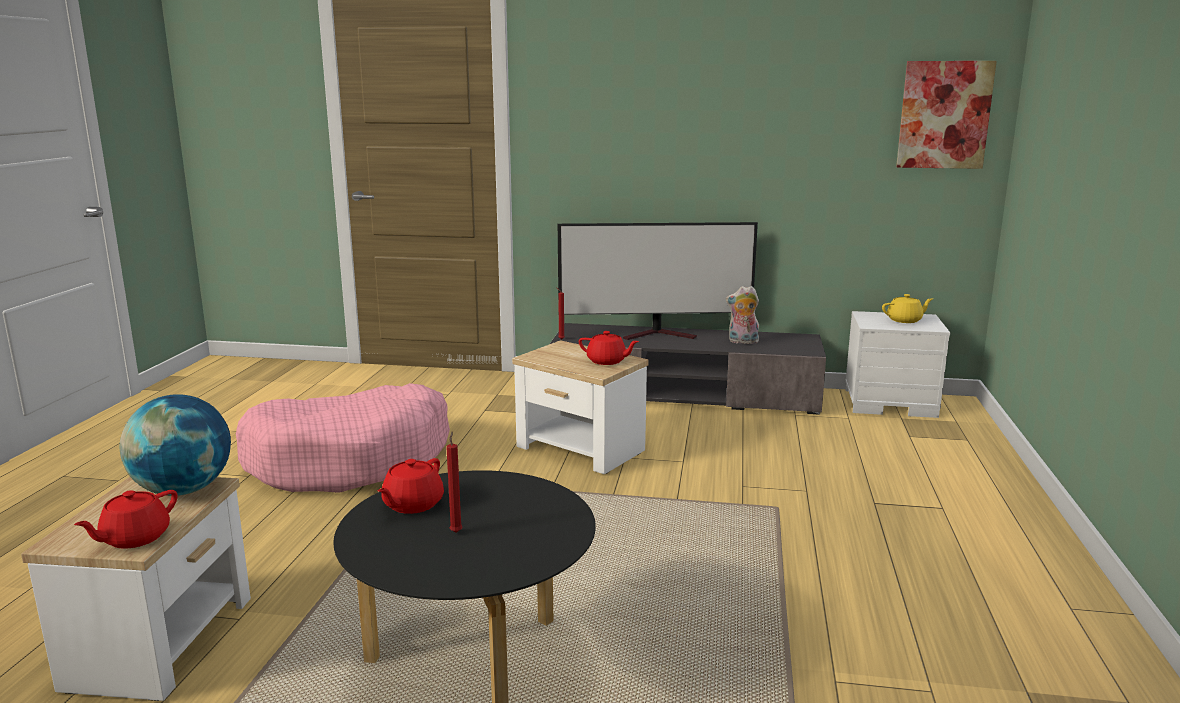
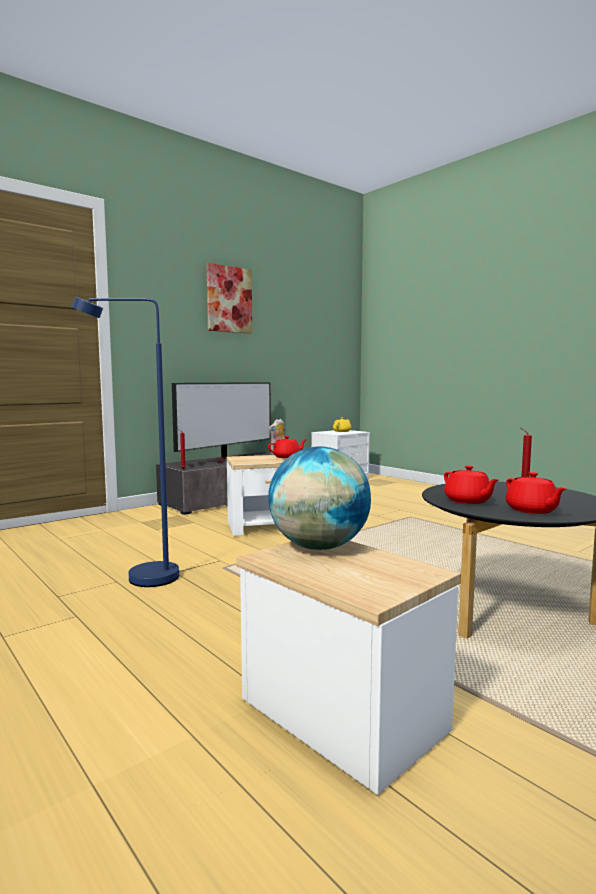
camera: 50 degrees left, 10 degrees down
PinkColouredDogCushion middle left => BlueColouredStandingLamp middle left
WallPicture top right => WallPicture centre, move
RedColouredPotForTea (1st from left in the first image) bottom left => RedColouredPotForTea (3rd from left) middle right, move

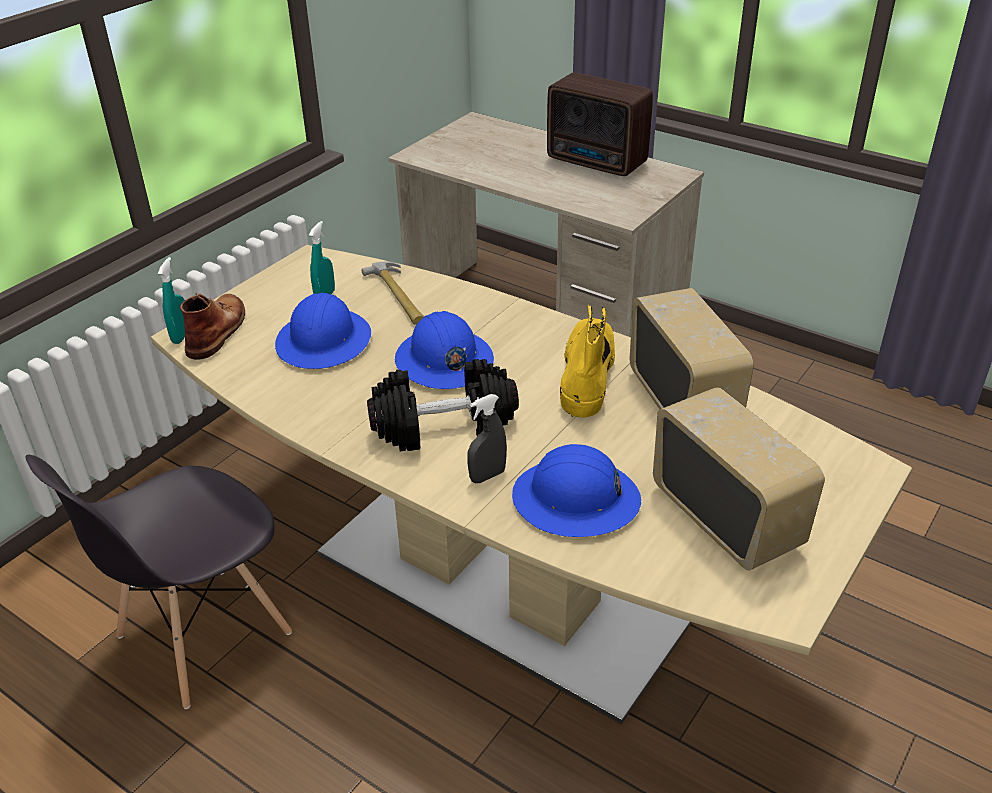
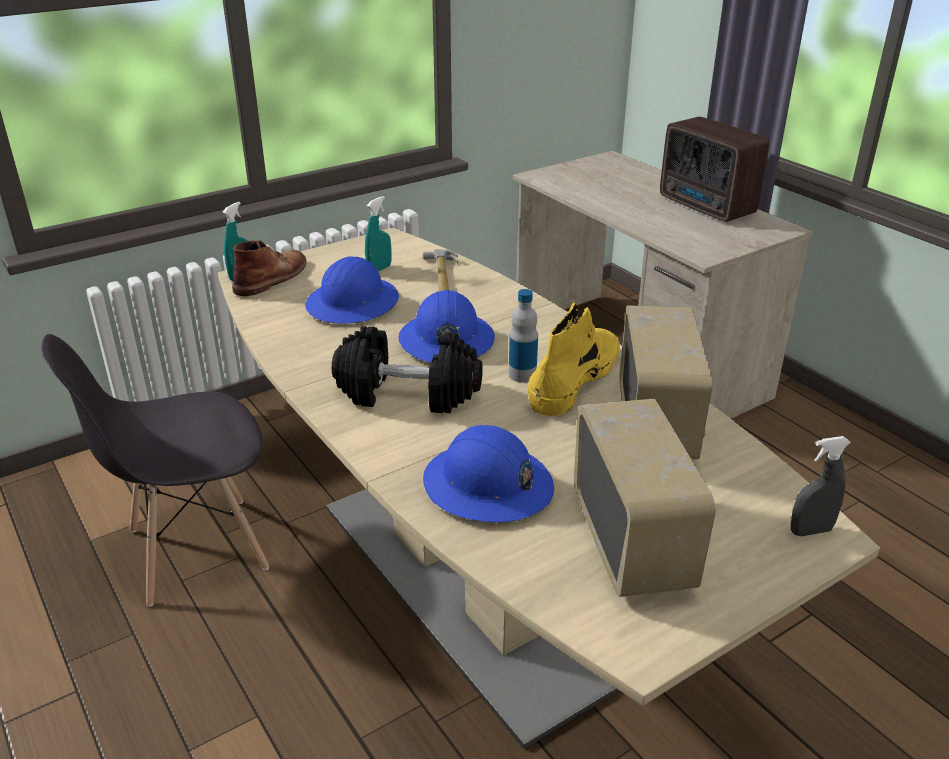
camera: 20 degrees right, 5 degrees down
nothing => DrinkBottle centre
GreyishSprayer centre => GreyishSprayer middle right, move

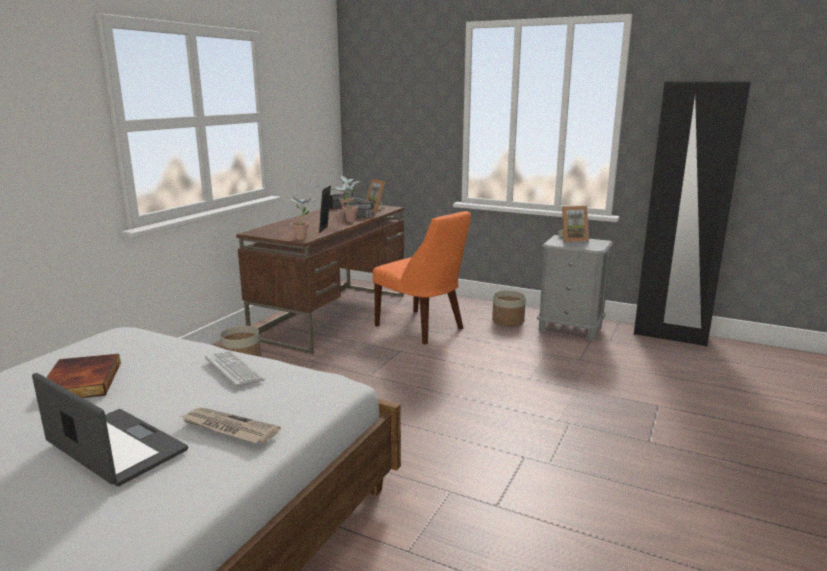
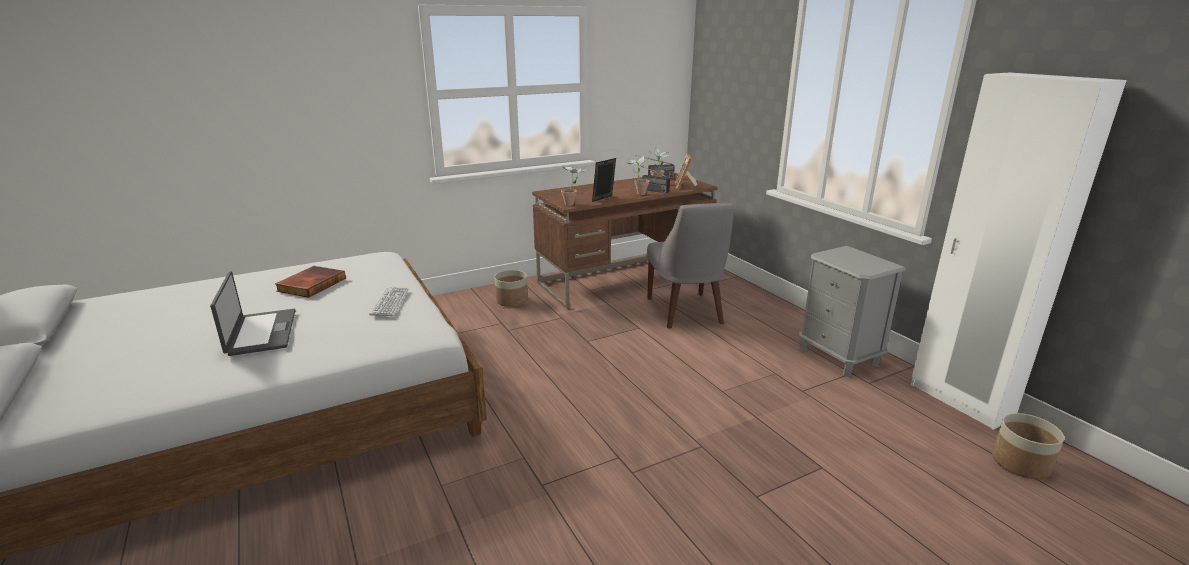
camera: 35 degrees right, 5 degrees up
OrangeChair centre => GreyishChair centre
BlackishClothesCupboard middle right => WhiteClothesCupboard middle right
FlowerPot (2nd from left) centre => FlowerPot (2nd from left) bottom right, move
DailyPaper bottom left => nothing
StandingFrame (3rd from left) middle right => nothing

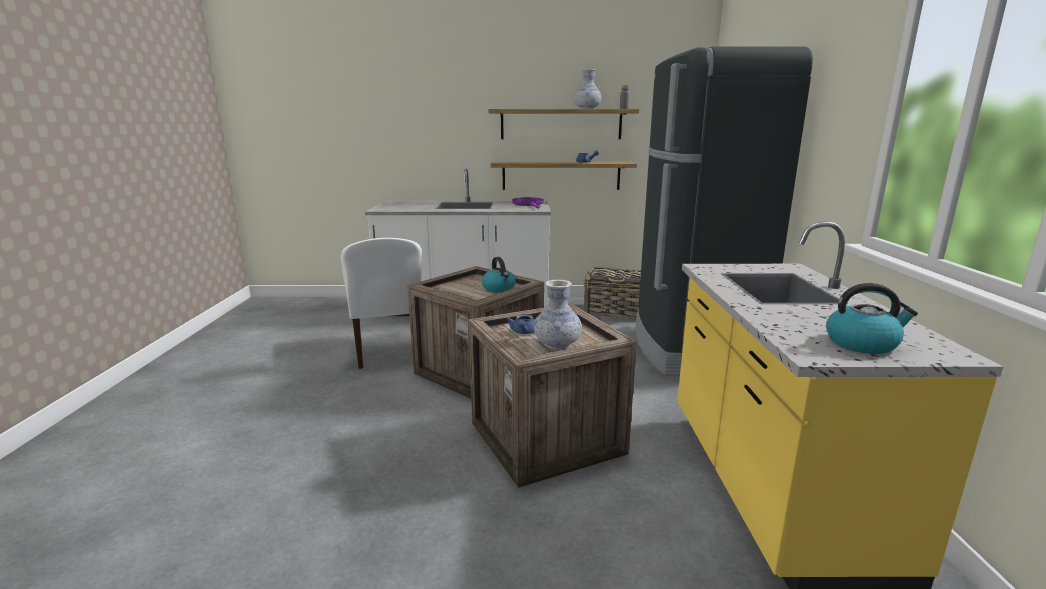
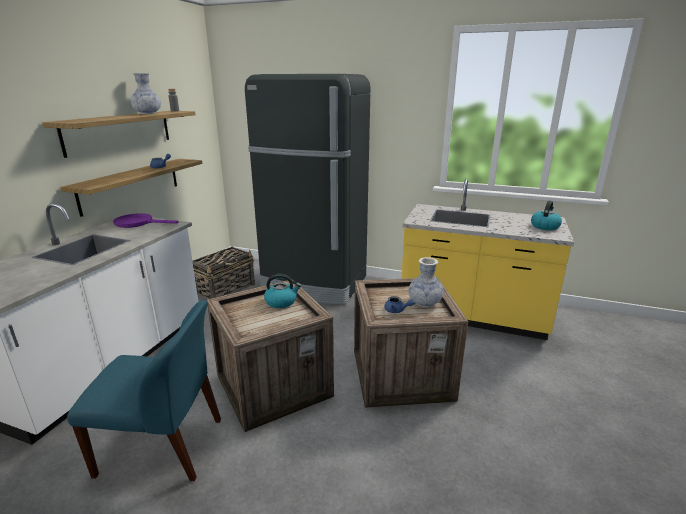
camera: 70 degrees left, 5 degrees up
WhiteChair centre => BlueColouredChair bottom left

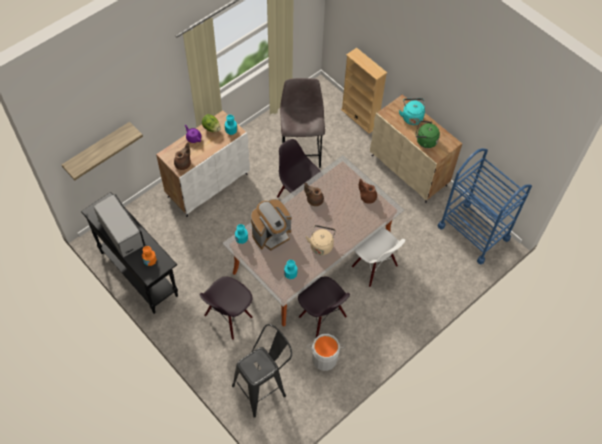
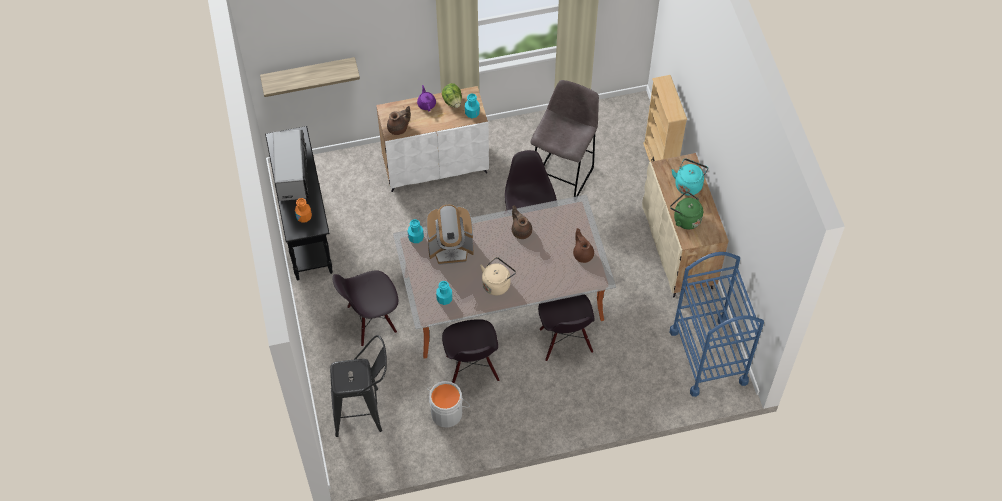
camera: 30 degrees right, 0 degrees up
WhiteChair centre => BlackishChair (4th from left) centre

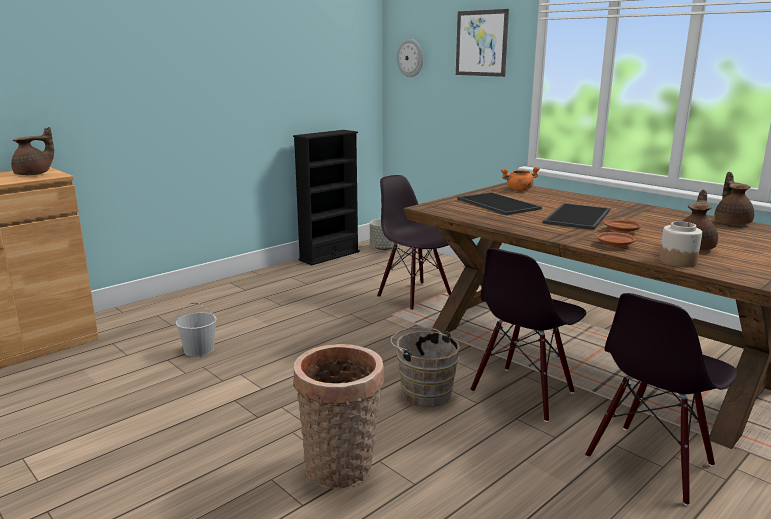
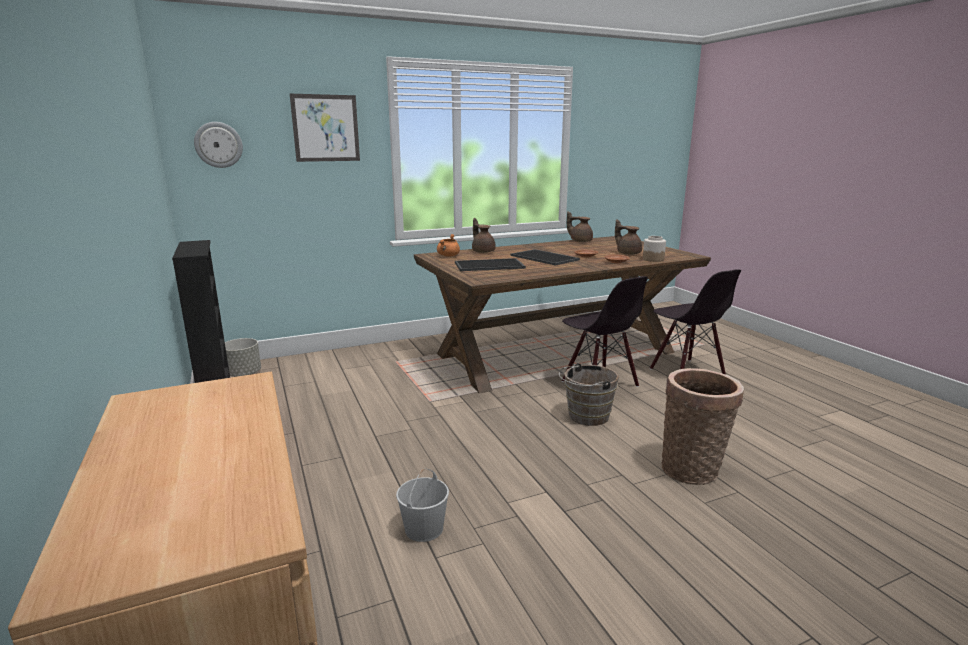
camera: 70 degrees left, 0 degrees up
BrownPotForTea (1st from left) top left => BrownPotForTea (1st from left) centre, move
BlackishChair (1st from left) centre => nothing

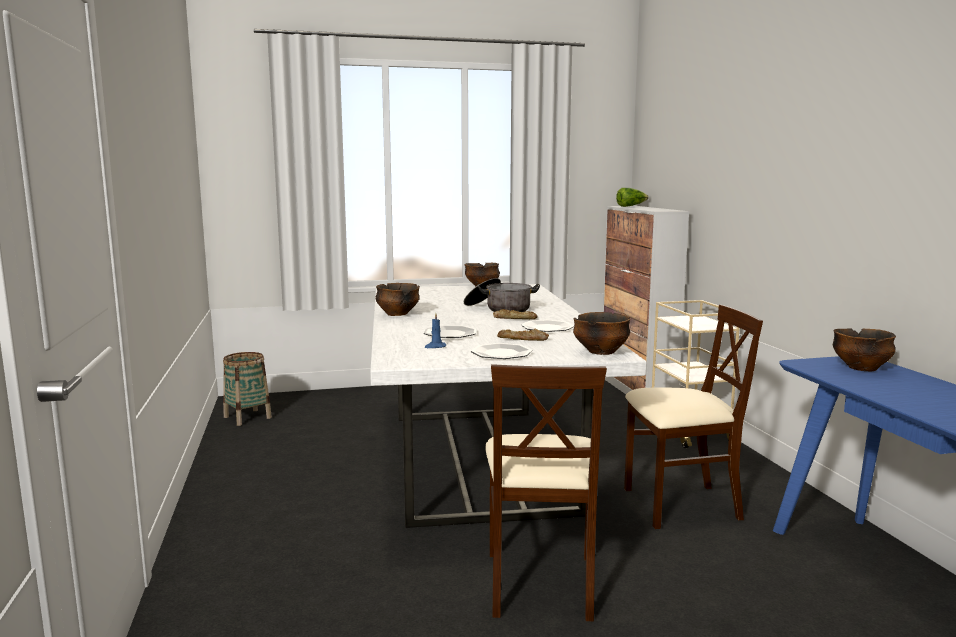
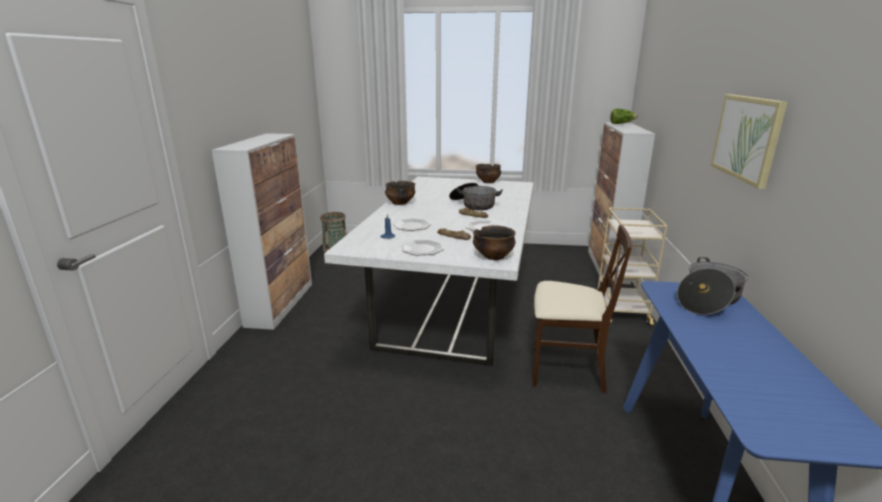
camera: 20 degrees right, 10 degrees up
nothing => Cabinet (1st from left) middle left
ServingBowl (4th from left) middle right => Stockpot (2nd from left) middle right
nothing => WallPicture top right
SandColouredChair (1st from left) bottom centre => nothing

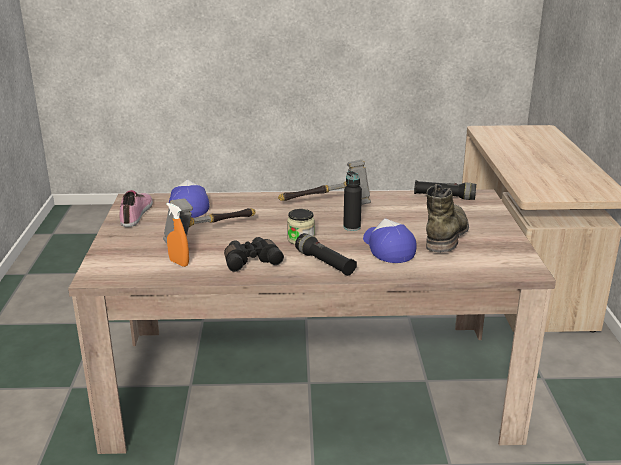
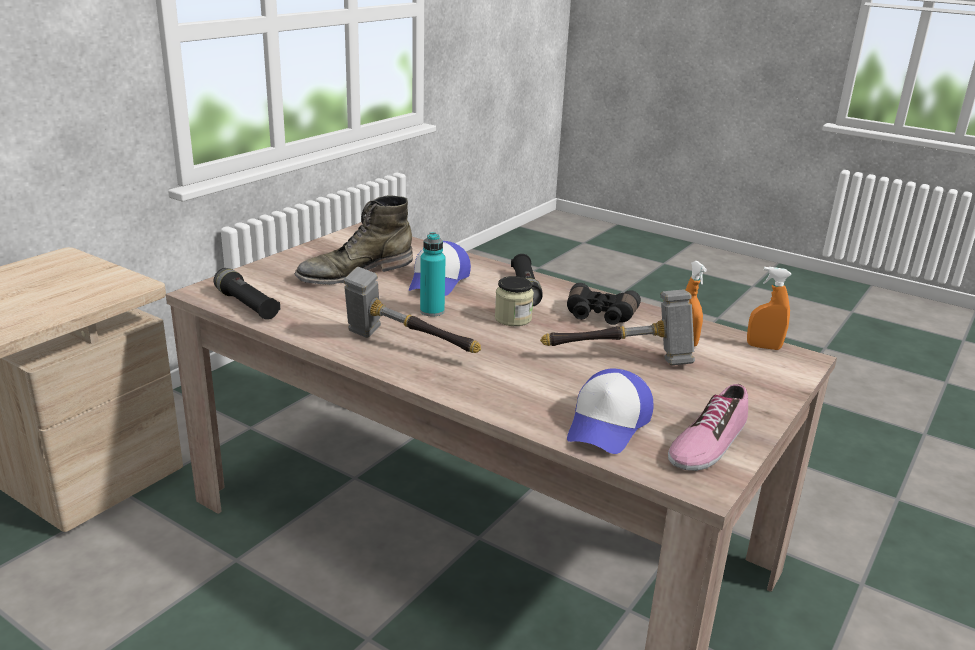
camera: 145 degrees left, 0 degrees up
BlackishDrinkBottle centre => TurquoiseColouredDrinkBottle centre
nothing => OrangeSprayer (2nd from left) middle right

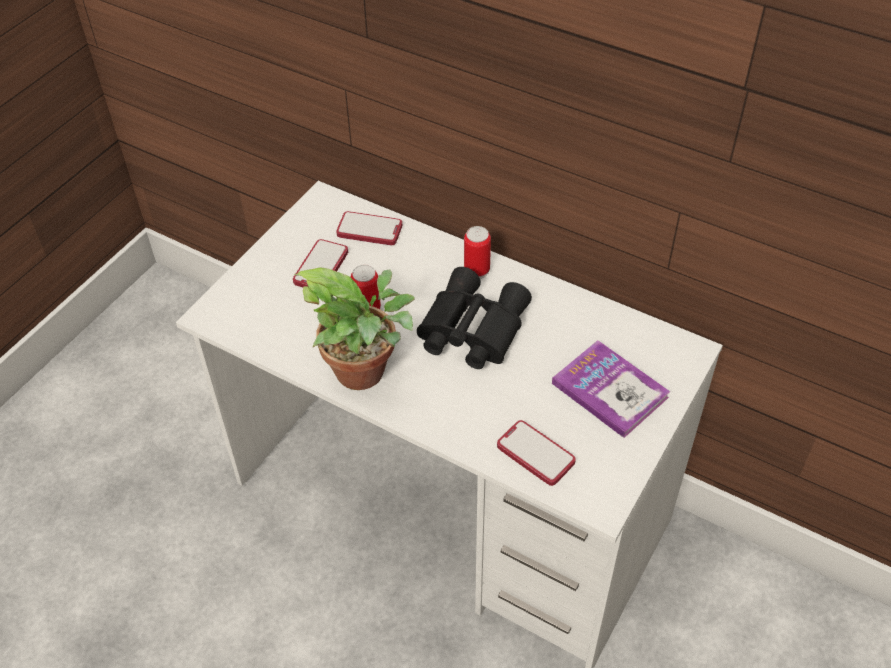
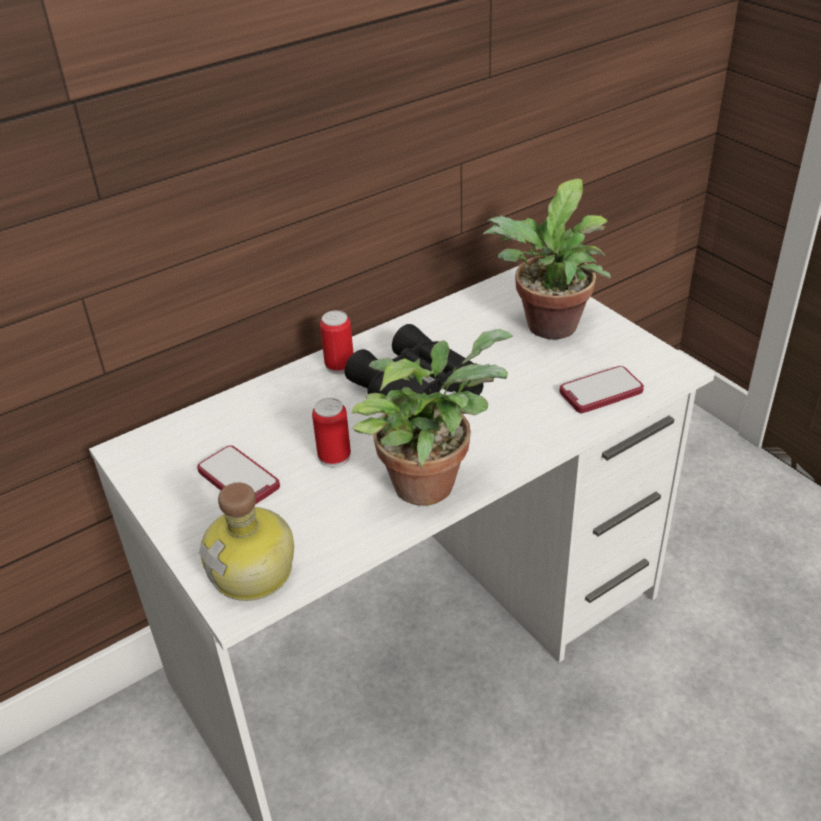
camera: 65 degrees left, 10 degrees down
nothing => DrinkBottle middle left
Volume middle right => PottedPlant (2nd from left) top centre
Handset (2nd from left) centre => nothing

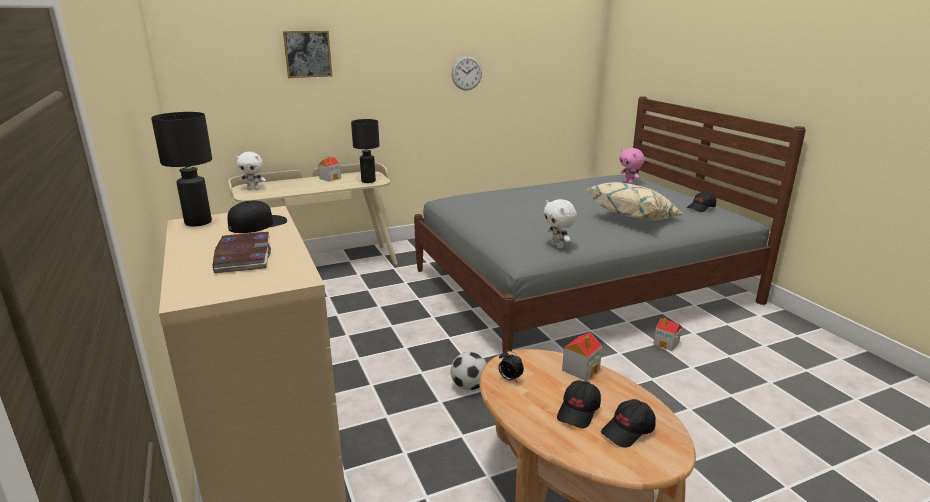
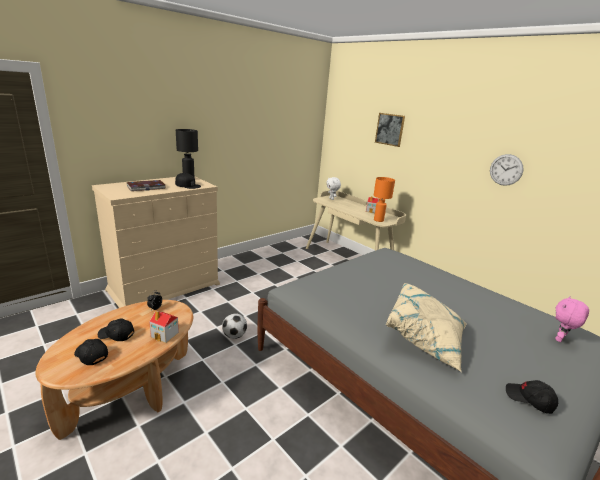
camera: 70 degrees right, 0 degrees up
BlackishTableLamp (2nd from left) top centre => OrangeTableLamp centre
WhiteSoftToy (2nd from left) centre => nothing
ModelHouse (3rd from left) middle right => nothing

